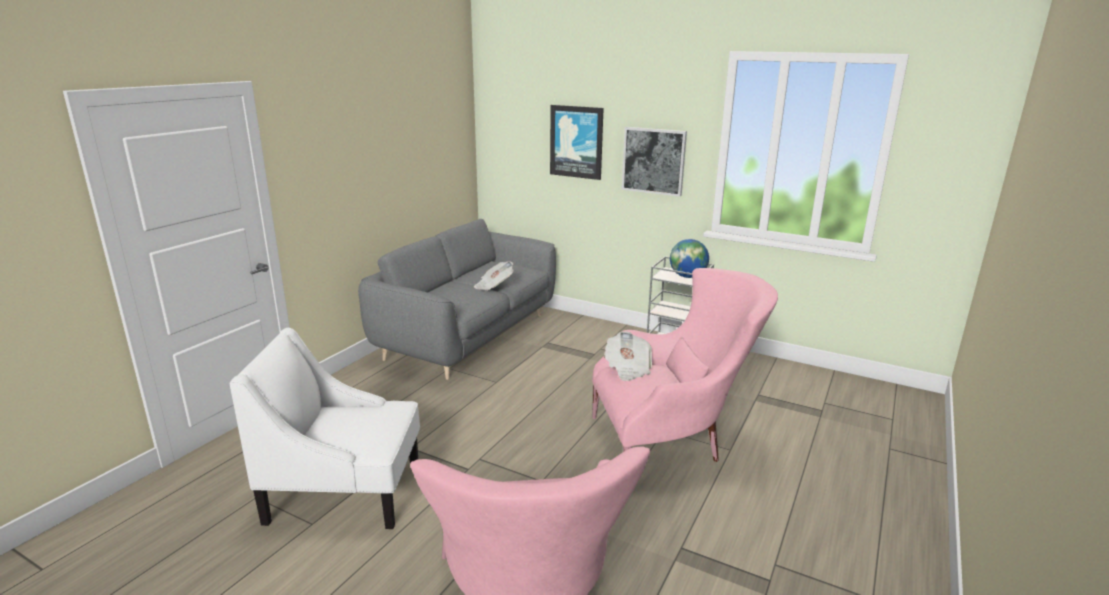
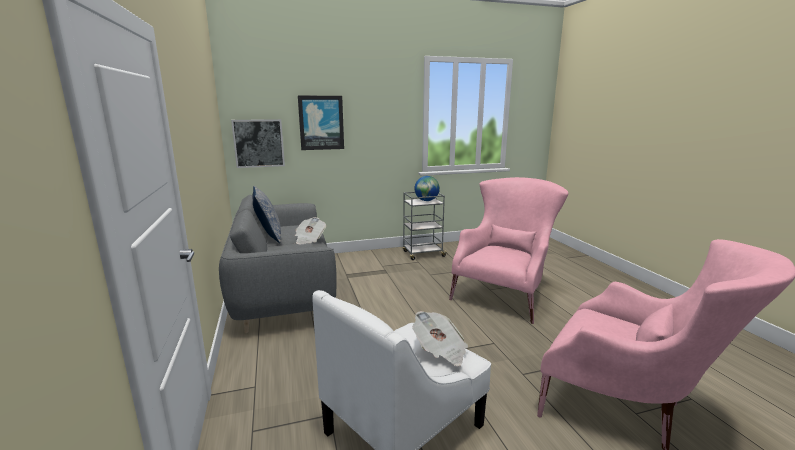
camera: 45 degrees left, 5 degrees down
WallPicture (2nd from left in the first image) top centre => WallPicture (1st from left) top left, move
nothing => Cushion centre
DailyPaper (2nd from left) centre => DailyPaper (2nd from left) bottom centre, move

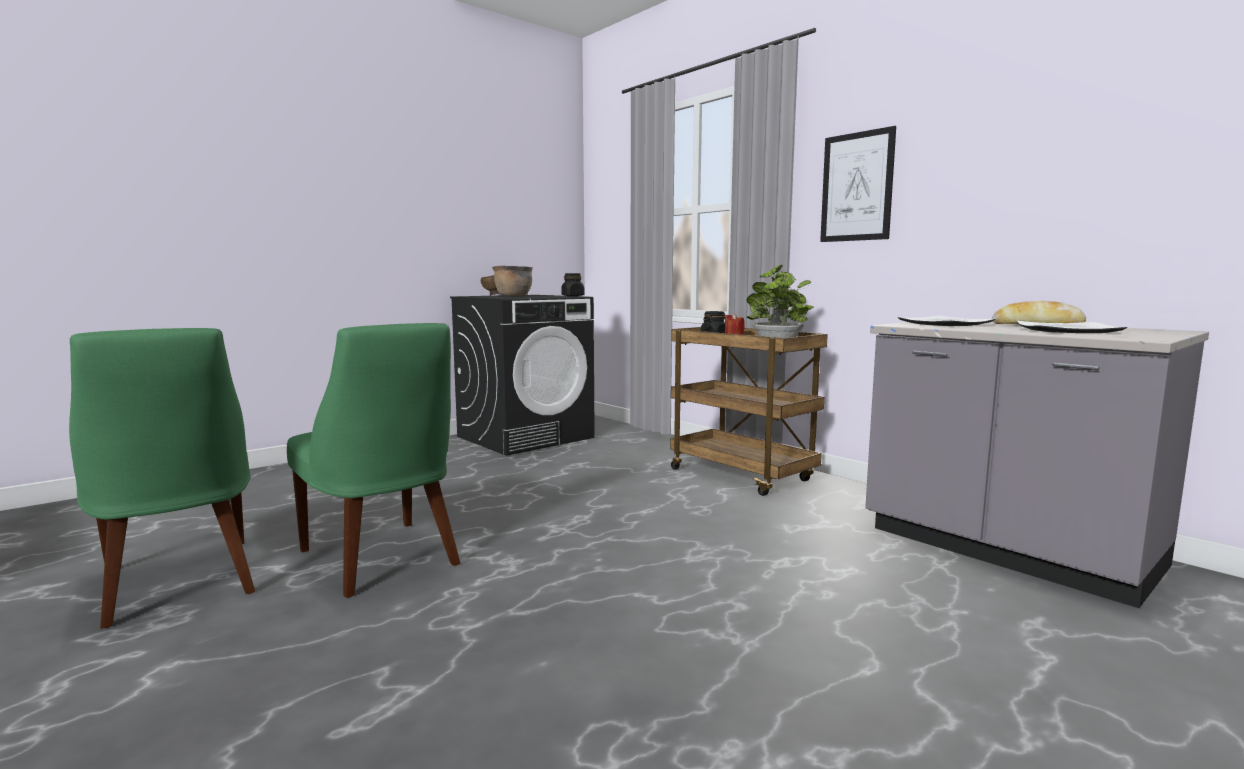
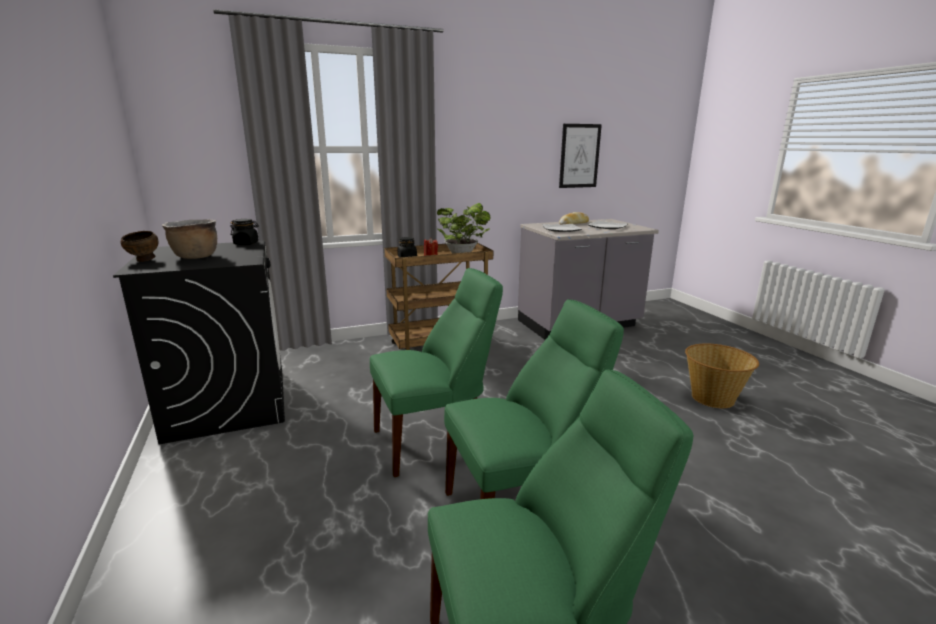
camera: 70 degrees left, 10 degrees up
nothing => GreenColouredChair (1st from left) centre
WallPicture top right => WallPicture top centre, move
nothing => Basket middle right

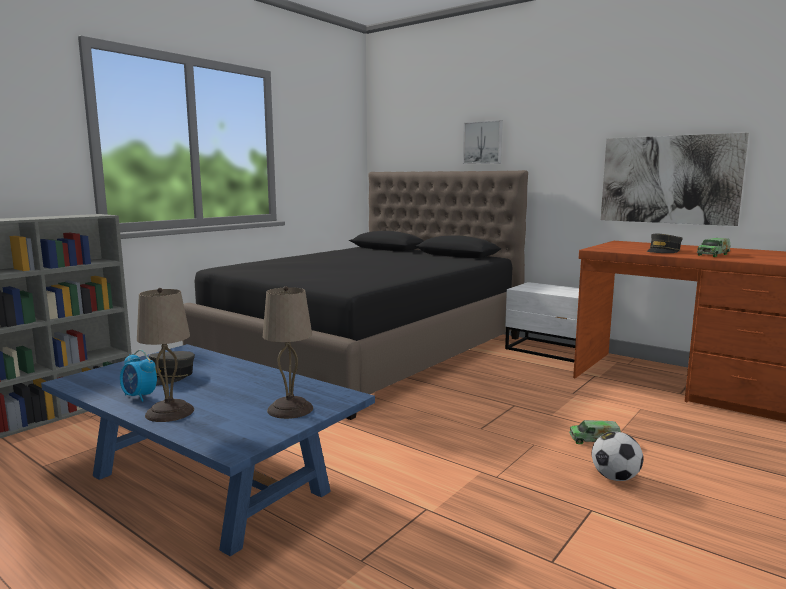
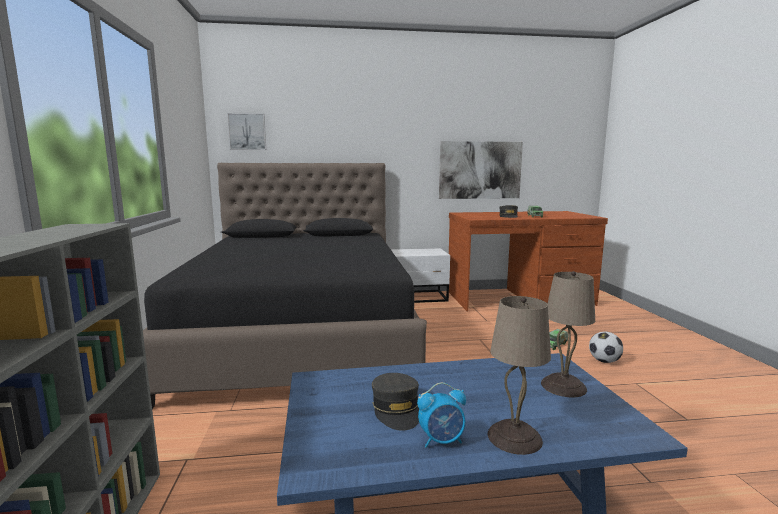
camera: 45 degrees left, 0 degrees up
WallPicture (1st from left) top centre => WallPicture (1st from left) top left, move

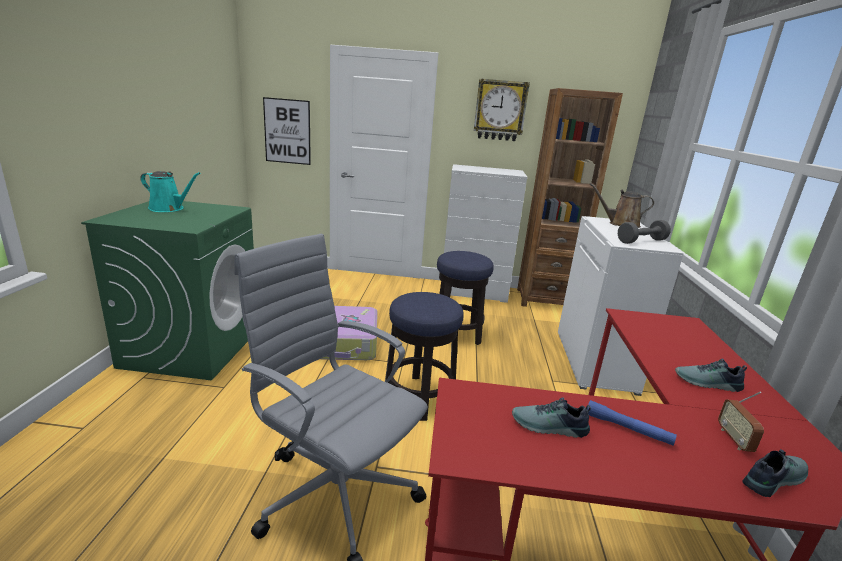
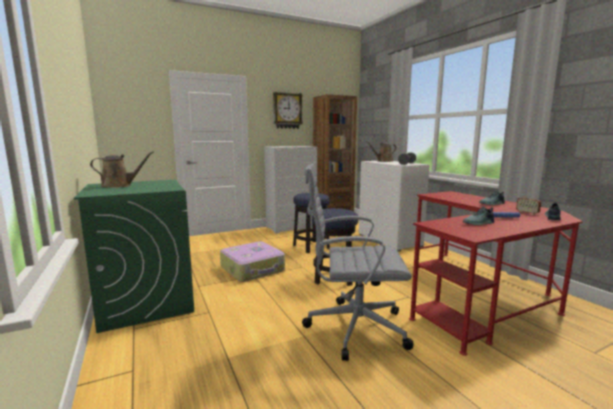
camera: 30 degrees left, 10 degrees down
TurquoiseColouredSprinklingCan middle left => BrownSprinklingCan (1st from left) middle left
WallPicture top centre => nothing

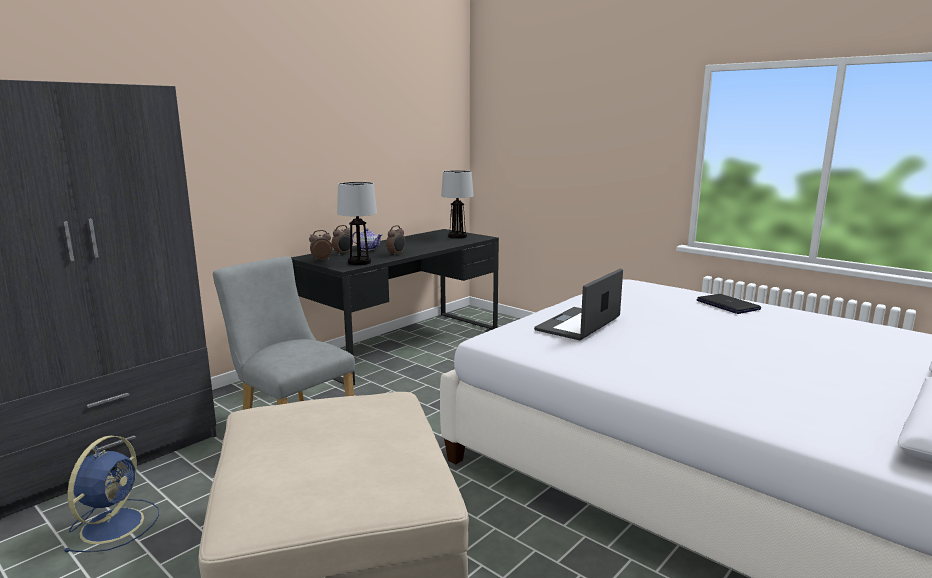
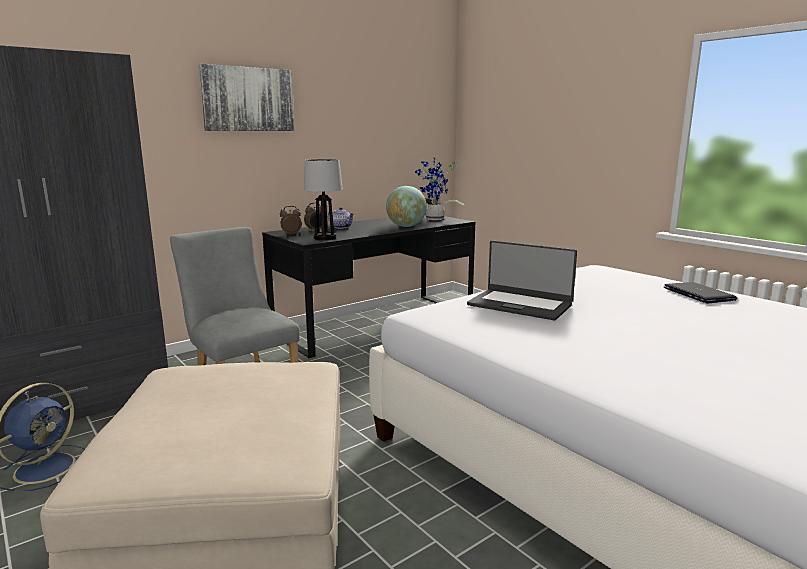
camera: 10 degrees right, 0 degrees up
nothing => WallPicture top left
nothing => DeskGlobe centre
TableLamp (2nd from left) centre => PottedPlant top centre
NotebookComputer (1st from left) centre, 105 degrees counterclockwise
BedsideClock (3rd from left) centre => nothing

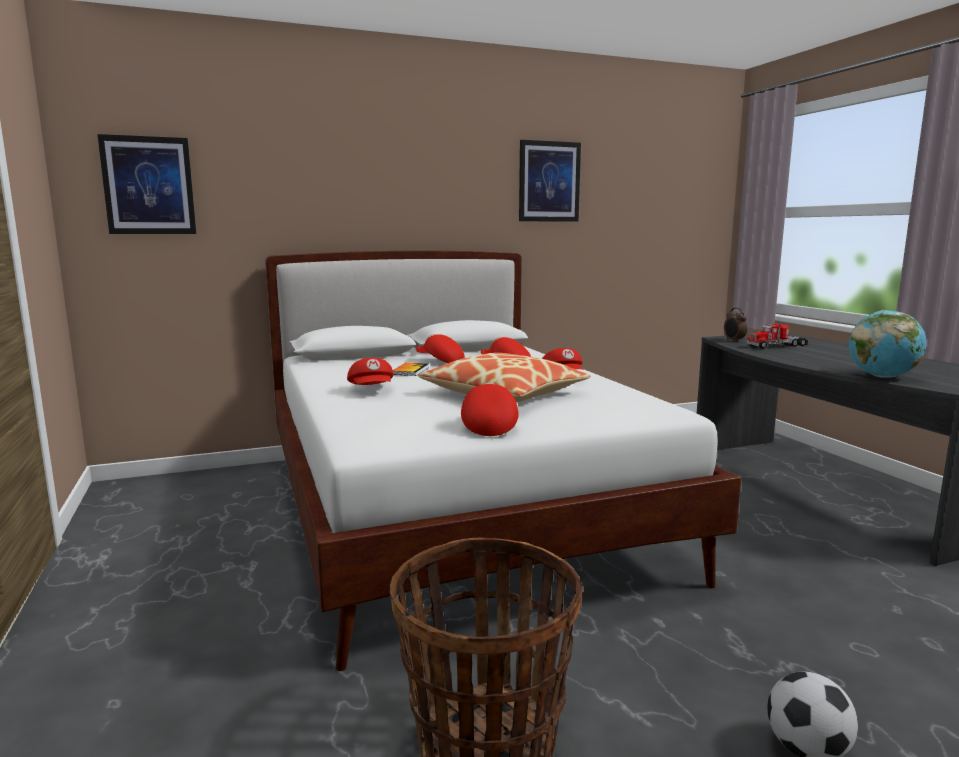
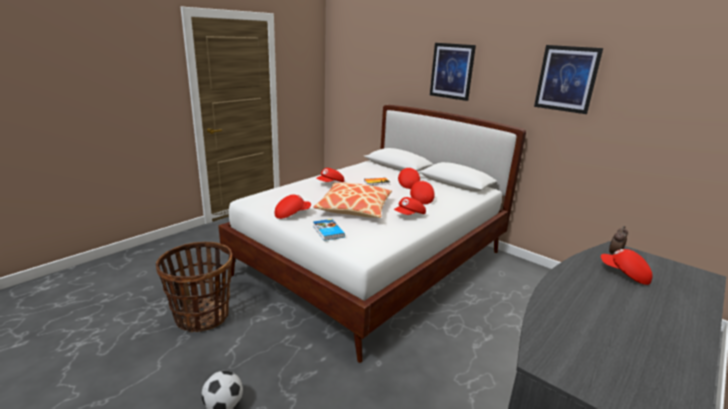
camera: 60 degrees right, 10 degrees up
nothing => Volume (1st from left) centre
WallPicture (1st from left) top left => WallPicture (1st from left) top centre, move
ToyLorry middle right => RedColouredBaseballCap (6th from left) middle right
DeskGlobe middle right => nothing

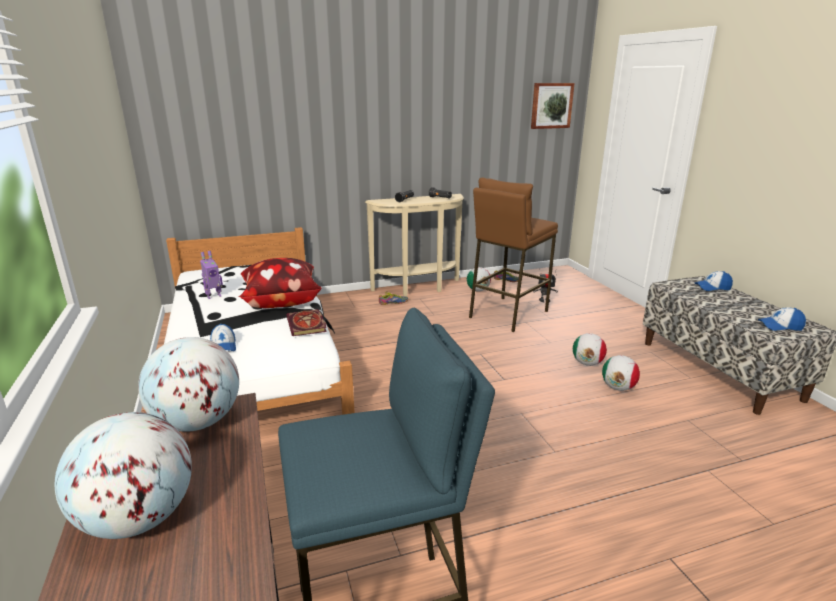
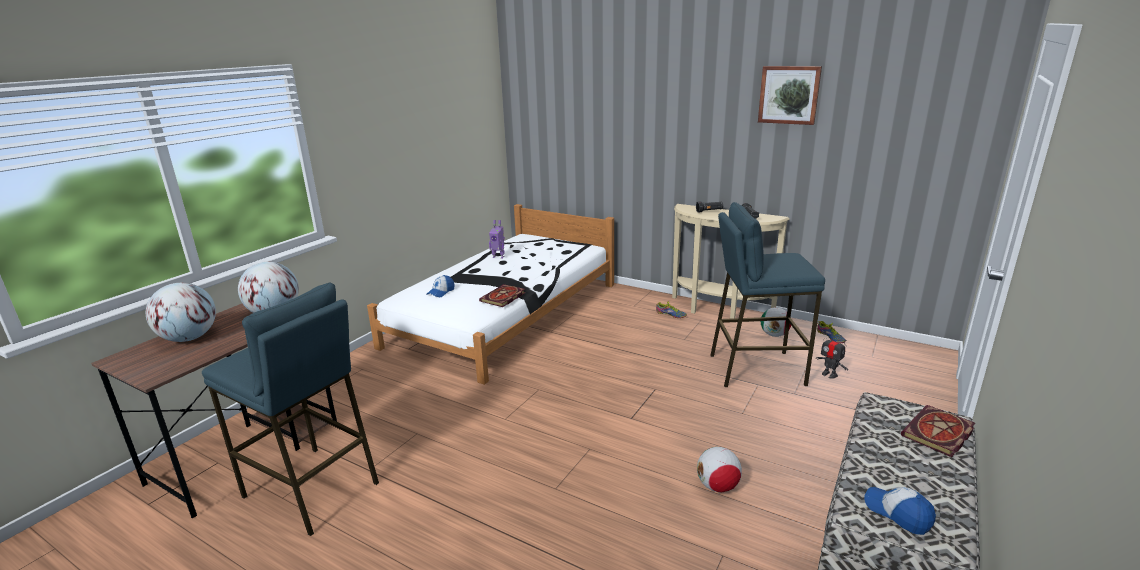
camera: 50 degrees right, 0 degrees up
BrownStoolSeat centre => BlueColouredStoolSeat (2nd from left) middle right
WallPicture top centre => WallPicture top right, move
BaseballCap (2nd from left) middle right => Volume (2nd from left) bottom right
Cushion centre => nothing
Football (2nd from left) middle right => nothing

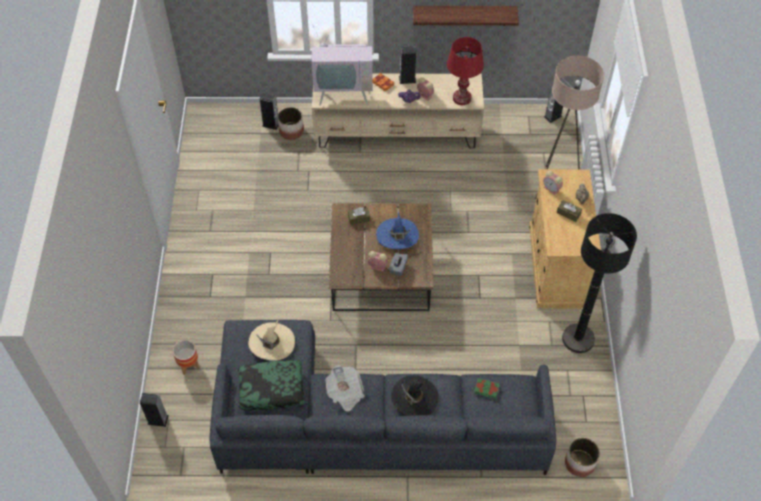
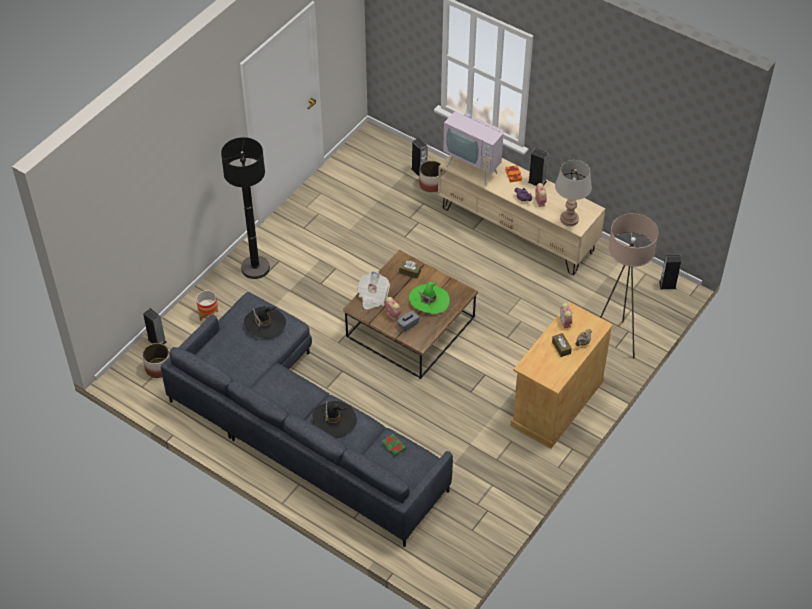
camera: 35 degrees right, 5 degrees down
FlowerPot (3rd from left in the first image) bottom right => FlowerPot (1st from left) middle left, move
BlackishStandingLamp middle right => BlackishStandingLamp middle left, move
SandColouredClothingHat bottom centre => BlackishClothingHat (1st from left) middle left
DailyPaper bottom centre => DailyPaper centre, move
BlueColouredClothingHat centre => GreenColouredClothingHat centre
RedColouredTableLamp top centre => GreyishTableLamp top right
Cushion bottom centre => nothing
WallShelf top centre => nothing

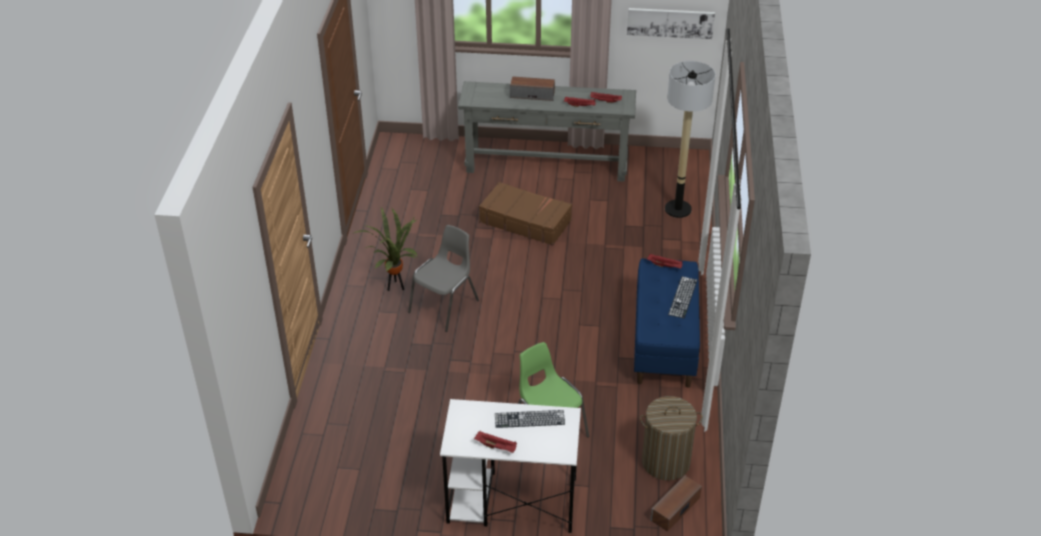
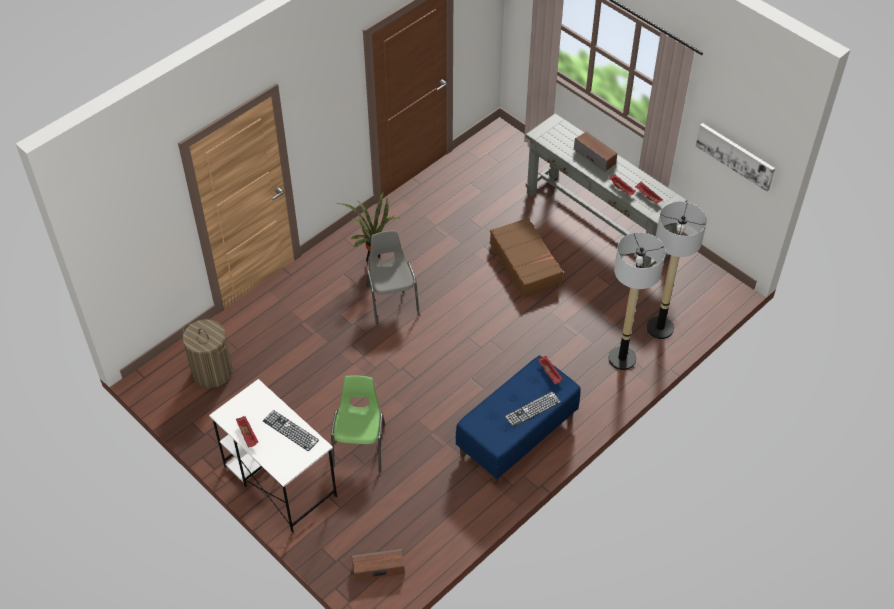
camera: 40 degrees right, 10 degrees up
Hamper bottom centre => Hamper middle left, move
GreyishChair centre, 90 degrees counterclockwise
nothing => StandingLamp (1st from left) middle right

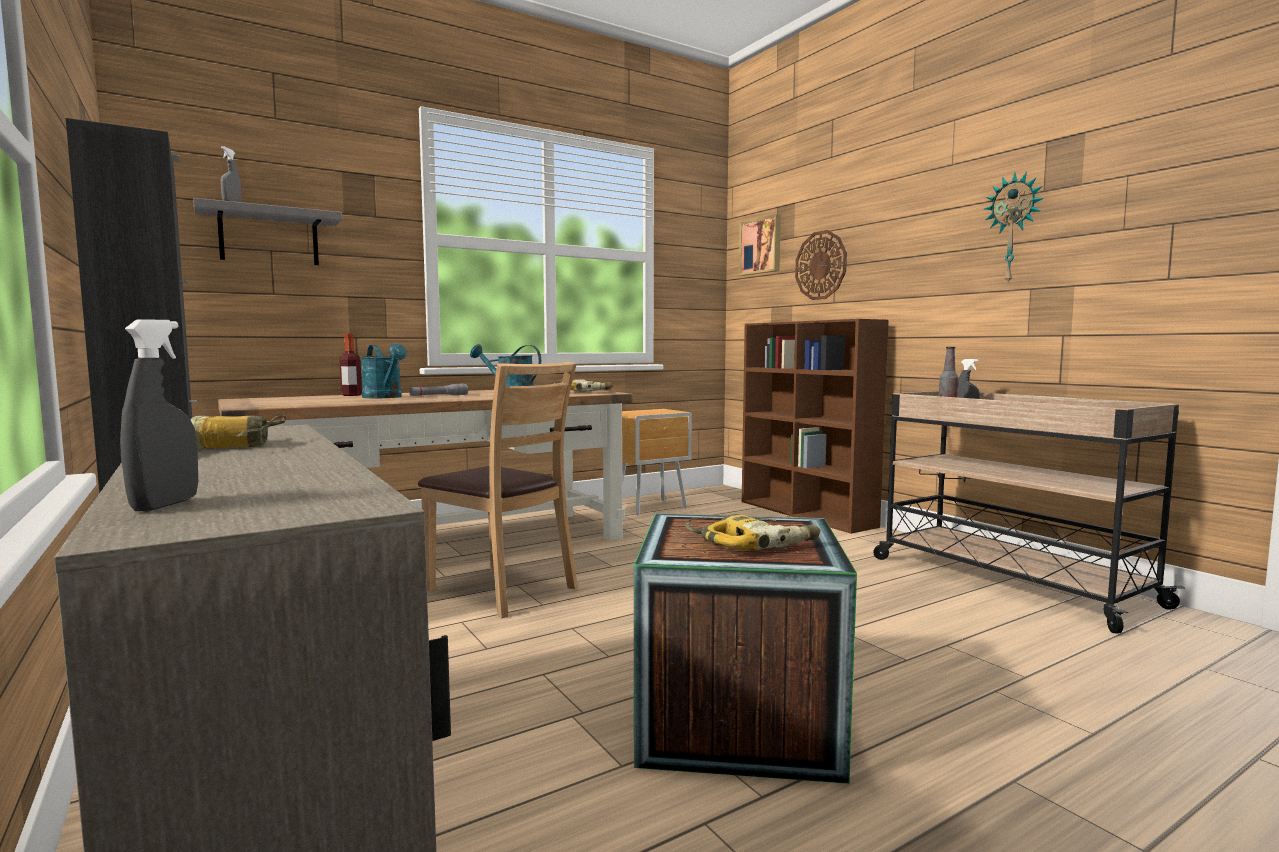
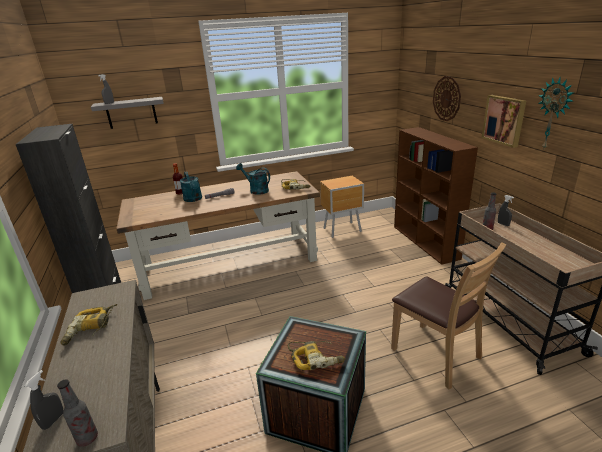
camera: 15 degrees right, 20 degrees up
nothing => DrinkBottle (1st from left) bottom left
BrownChair centre => BrownChair bottom right, move
WallPicture top centre => WallPicture top right, move

